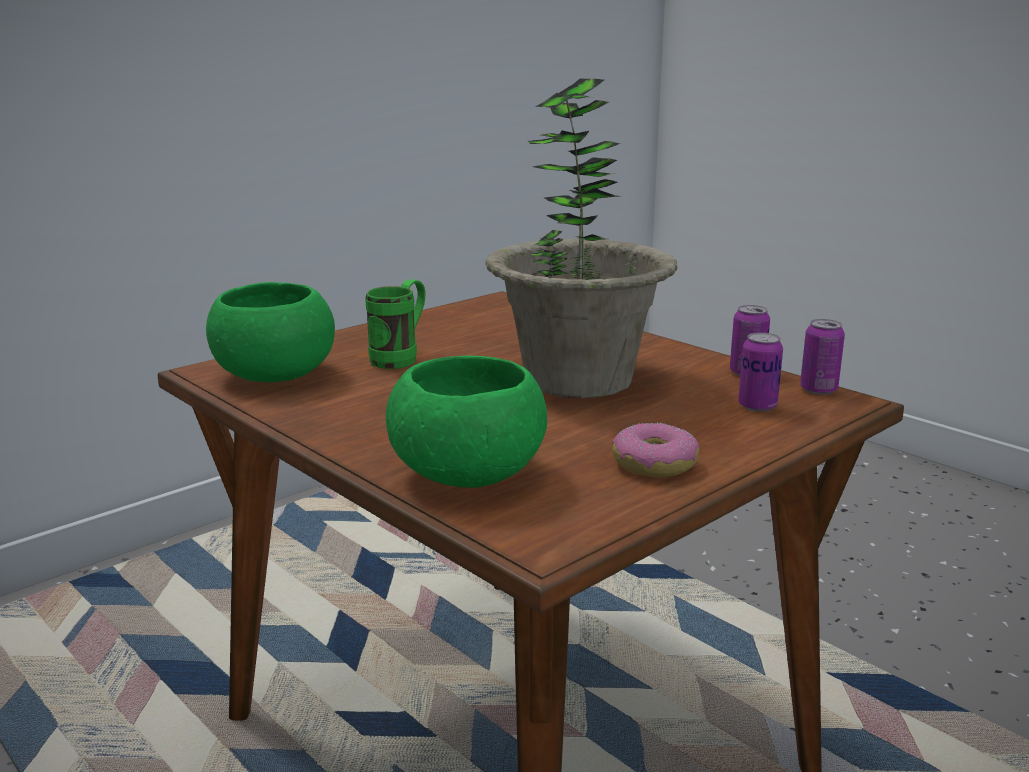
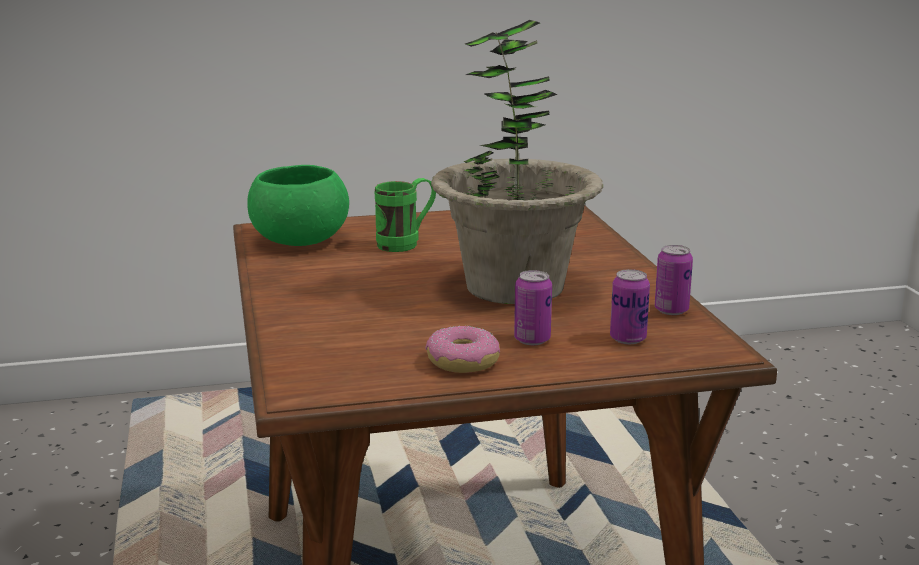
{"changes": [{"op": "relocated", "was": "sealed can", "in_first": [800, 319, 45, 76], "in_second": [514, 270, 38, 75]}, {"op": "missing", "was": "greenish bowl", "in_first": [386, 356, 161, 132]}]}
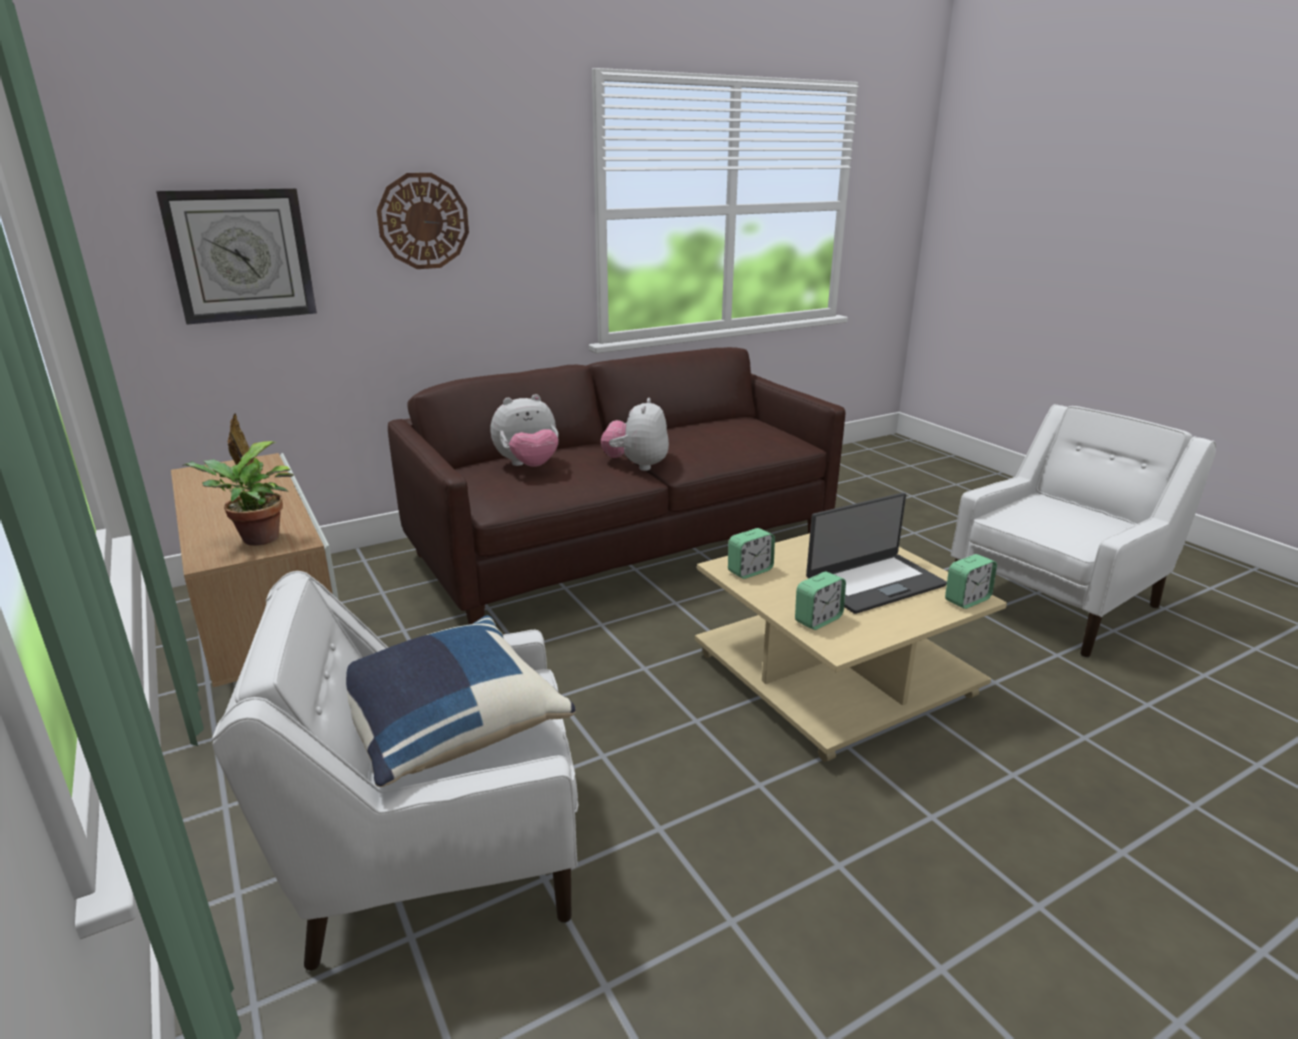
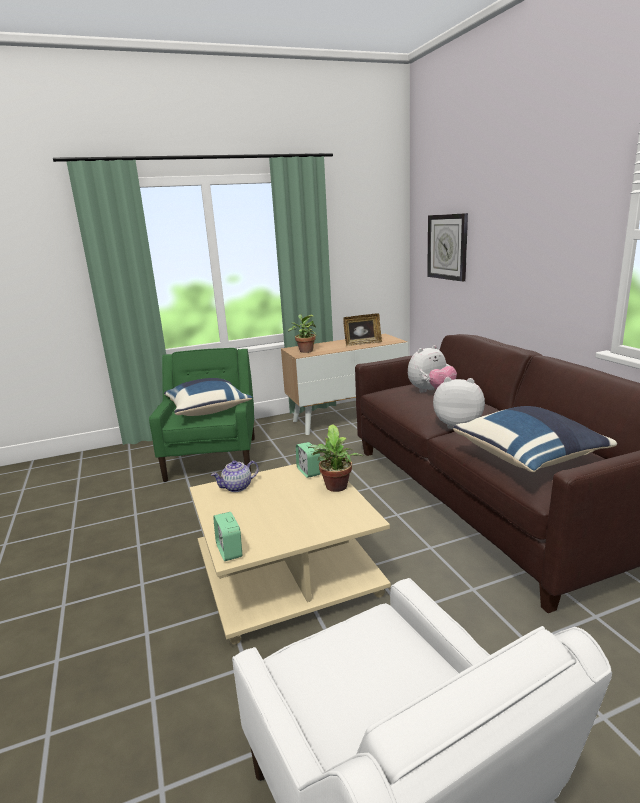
{"changes": [{"op": "missing", "was": "wall clock", "in_first": [377, 173, 92, 96]}, {"op": "spun", "was": "soft toy", "in_first": [491, 394, 68, 73], "in_second": [408, 345, 49, 47], "clockwise": -105}, {"op": "missing", "was": "notebook computer", "in_first": [806, 493, 141, 121]}, {"op": "colour", "was": "white-coloured lounge chair", "now": "greenish lounge chair", "in_first": [211, 571, 367, 400], "in_second": [149, 348, 106, 134]}, {"op": "exchanged", "was": "alarm clock", "now": "tea pot", "in_first": [795, 571, 51, 59], "in_second": [211, 460, 47, 32]}, {"op": "appeared", "now": "blue pillow", "in_second": [453, 406, 164, 66]}, {"op": "appeared", "now": "potted plant", "in_second": [308, 424, 55, 68]}]}
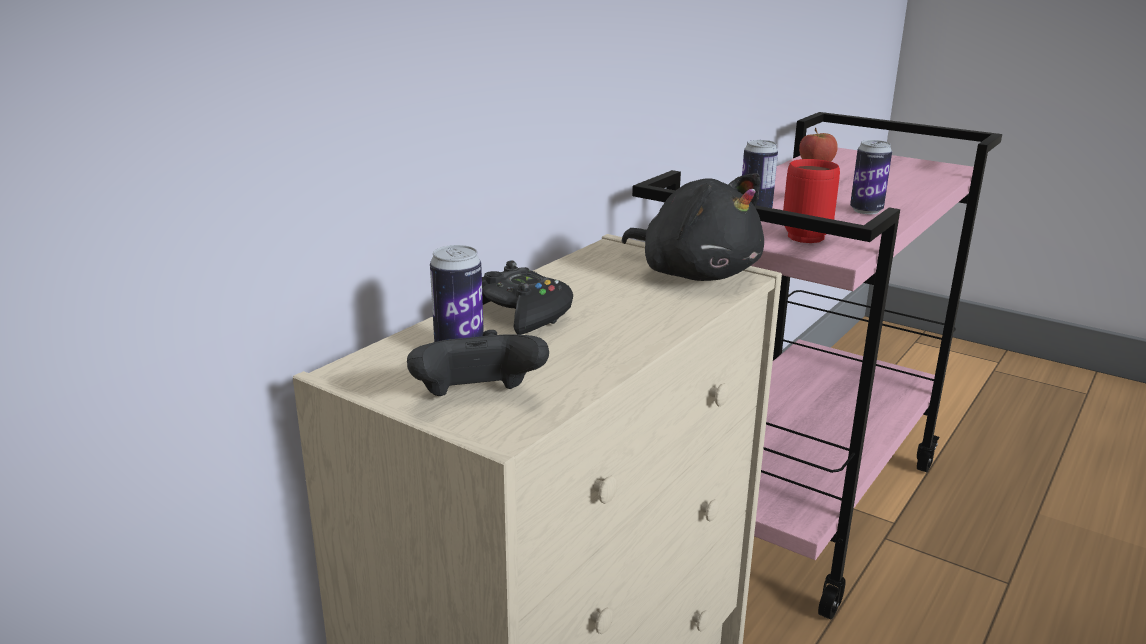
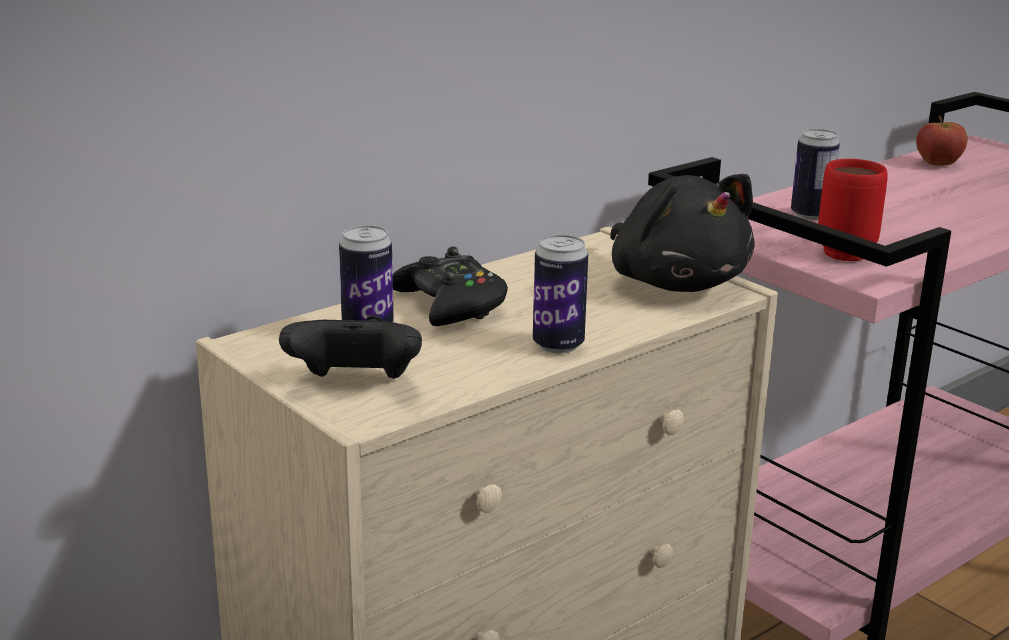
{"changes": [{"op": "relocated", "was": "sealed can", "in_first": [850, 140, 42, 74], "in_second": [533, 235, 55, 118]}]}
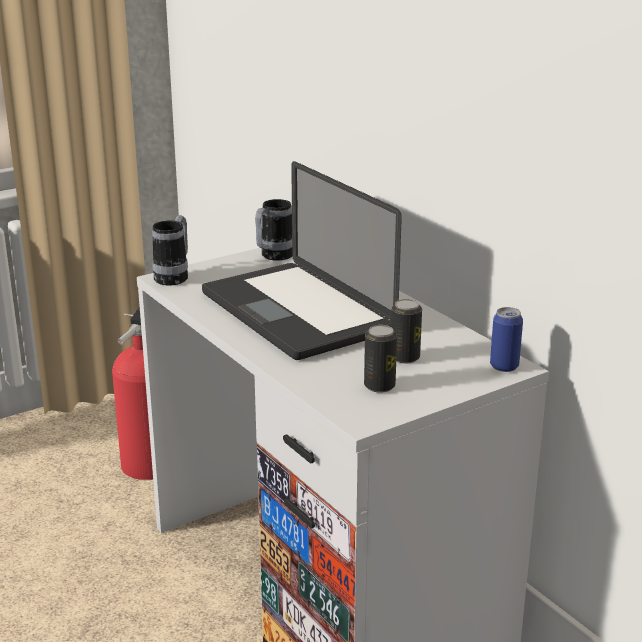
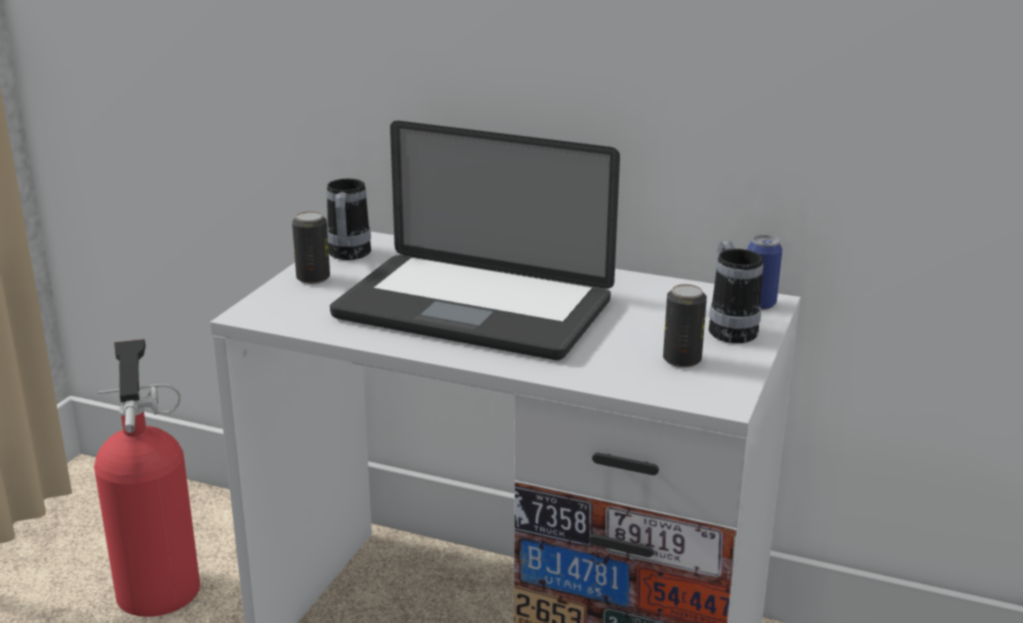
{"changes": [{"op": "relocated", "was": "tea mug", "in_first": [152, 215, 36, 70], "in_second": [709, 240, 54, 103]}, {"op": "relocated", "was": "sealed can", "in_first": [391, 299, 31, 64], "in_second": [292, 211, 38, 73]}]}
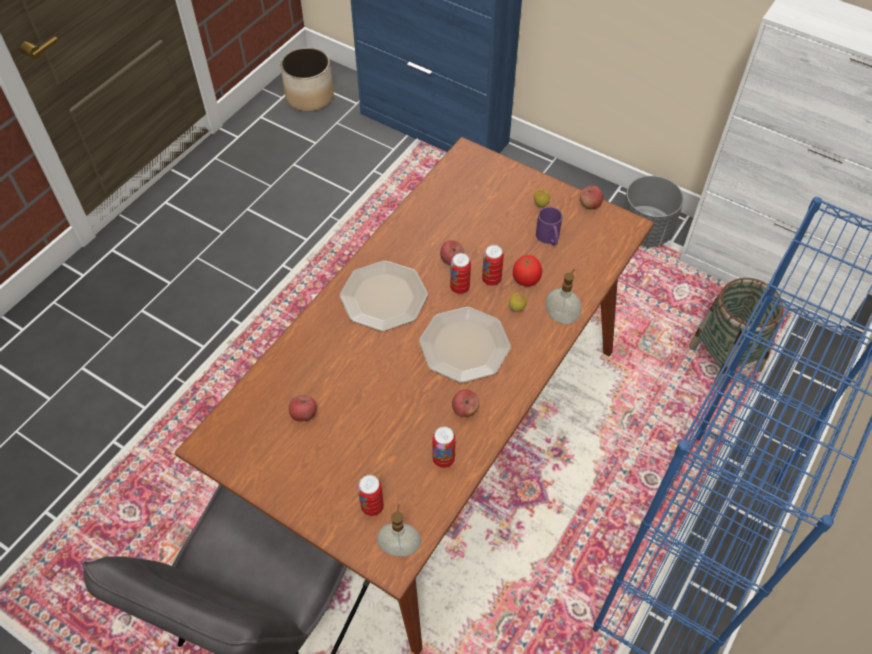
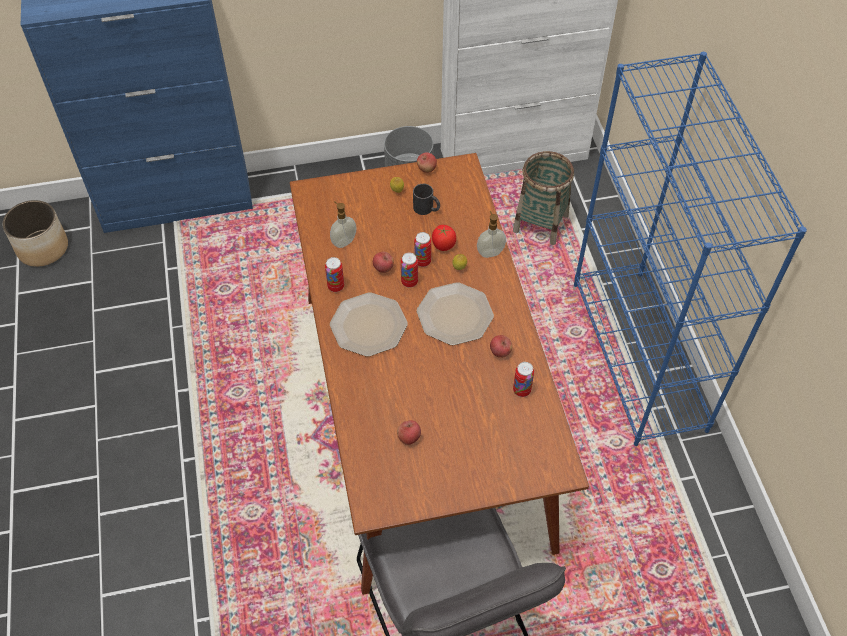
{"changes": [{"op": "colour", "was": "purple-coloured tea mug", "now": "black-coloured tea mug", "in_first": [536, 207, 26, 39], "in_second": [413, 184, 27, 31]}, {"op": "relocated", "was": "sealed can", "in_first": [358, 475, 26, 41], "in_second": [325, 257, 19, 35]}, {"op": "relocated", "was": "soap bottle", "in_first": [377, 504, 44, 53], "in_second": [330, 201, 27, 47]}]}
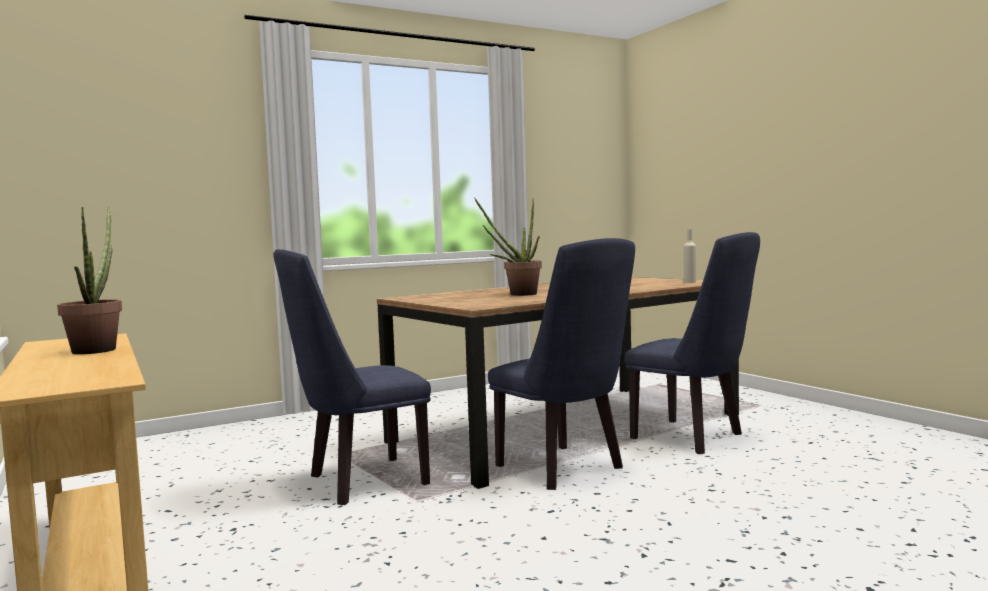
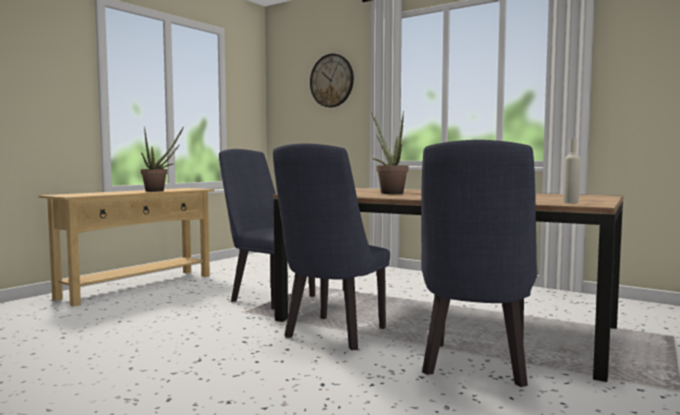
{"changes": [{"op": "appeared", "now": "wall clock", "in_second": [310, 54, 44, 53]}]}
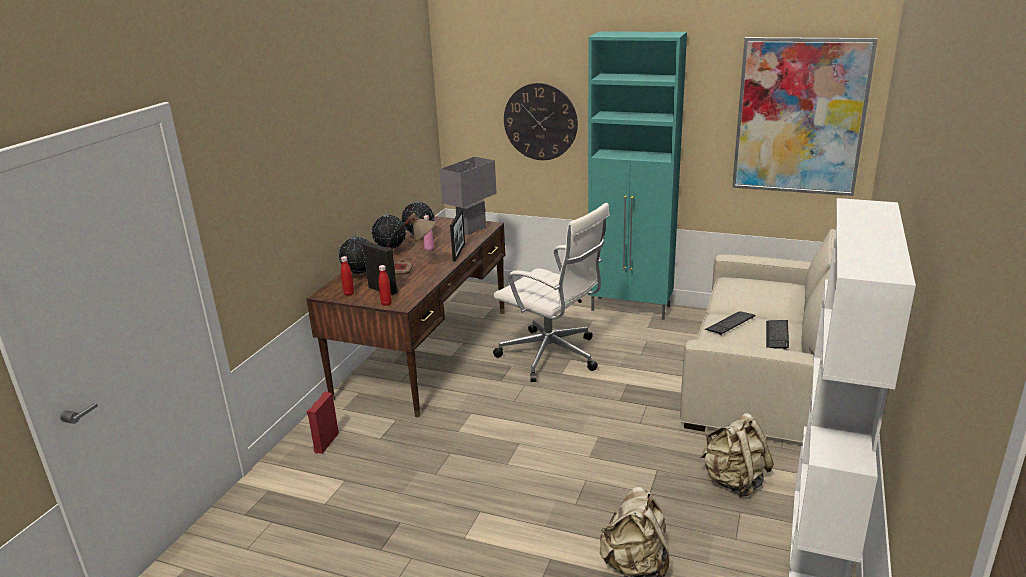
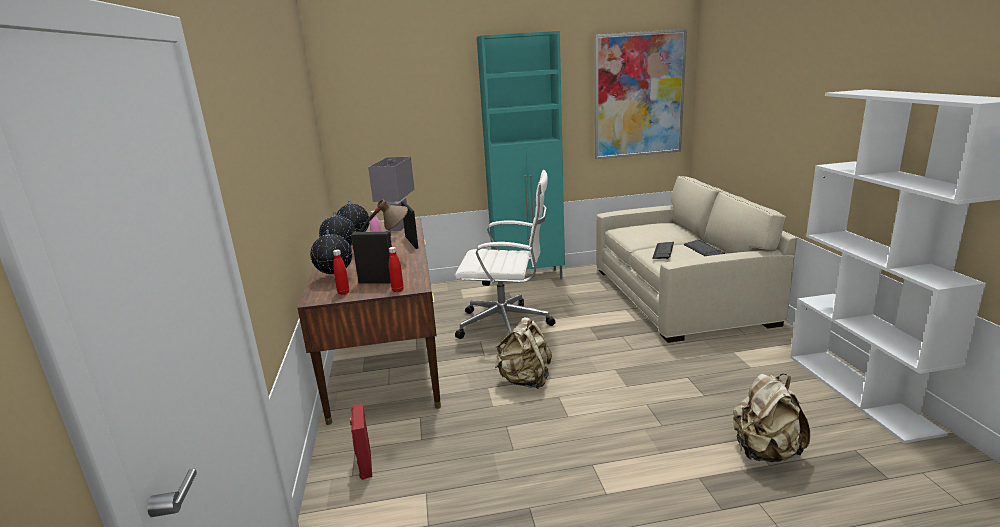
{"changes": [{"op": "missing", "was": "wall clock", "in_first": [504, 83, 74, 77]}, {"op": "relocated", "was": "sand-coloured backpack", "in_first": [699, 413, 75, 84], "in_second": [495, 317, 57, 72]}]}
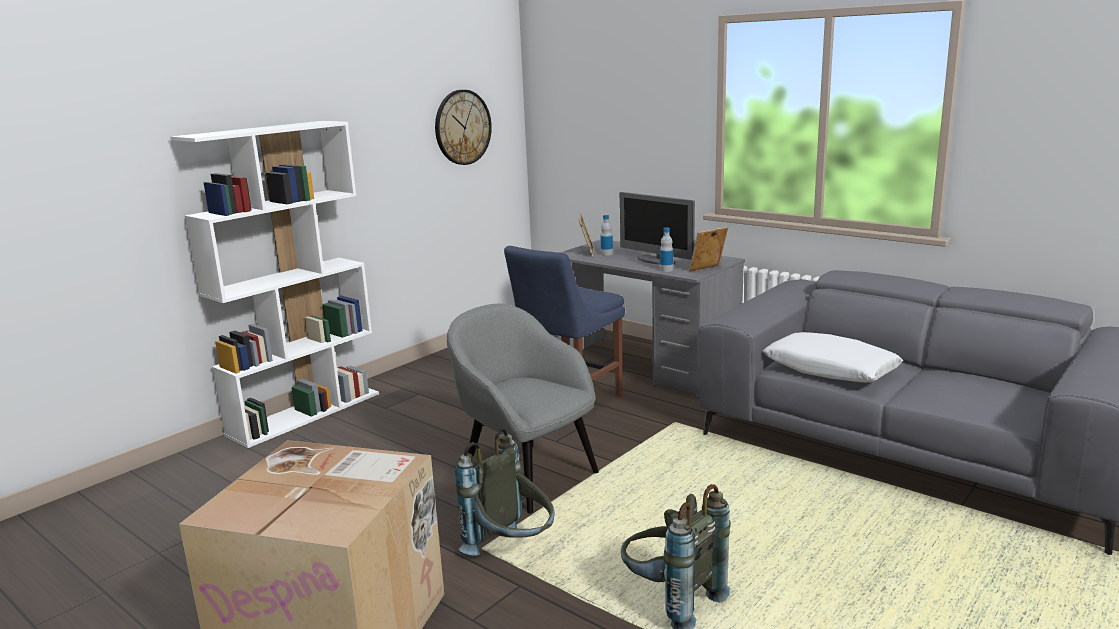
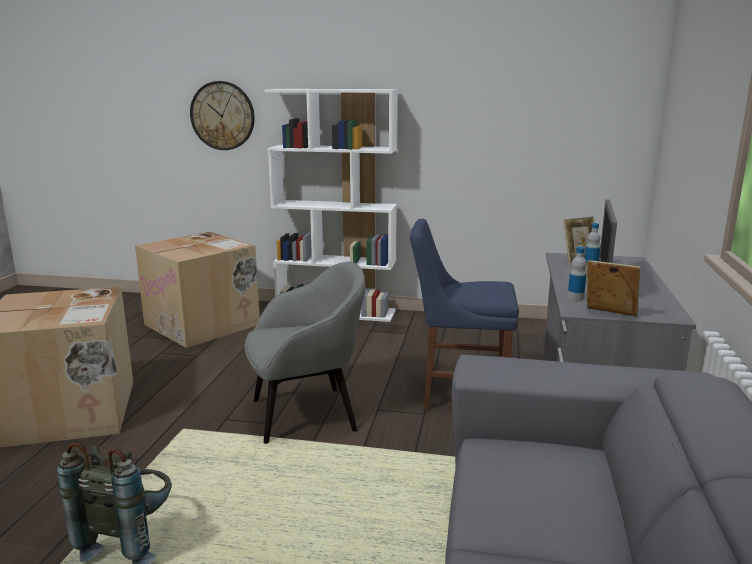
{"changes": [{"op": "relocated", "was": "wall clock", "in_first": [435, 90, 57, 75], "in_second": [190, 81, 65, 69]}, {"op": "spun", "was": "gray lounge chair", "in_first": [447, 304, 152, 210], "in_second": [245, 261, 121, 183], "clockwise": 60}, {"op": "missing", "was": "white-coloured pillow", "in_first": [763, 332, 140, 50]}, {"op": "missing", "was": "gray backpack", "in_first": [455, 428, 99, 128]}, {"op": "appeared", "now": "carton", "in_second": [135, 232, 125, 116]}]}
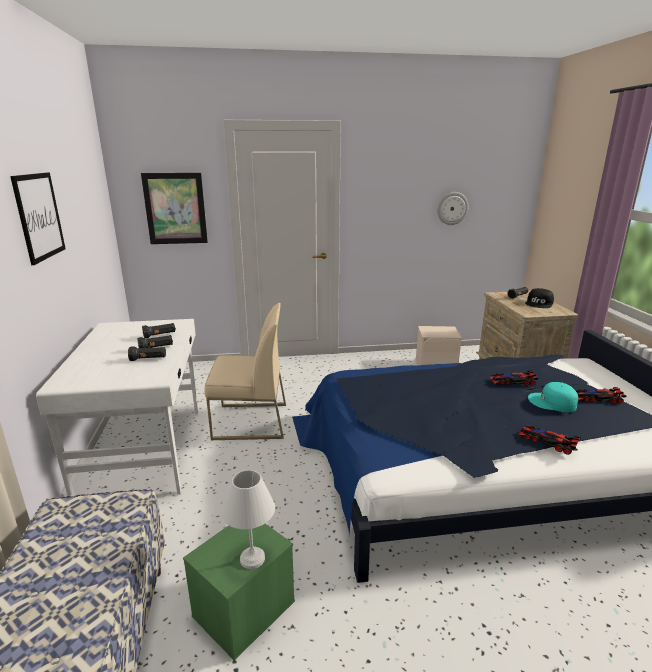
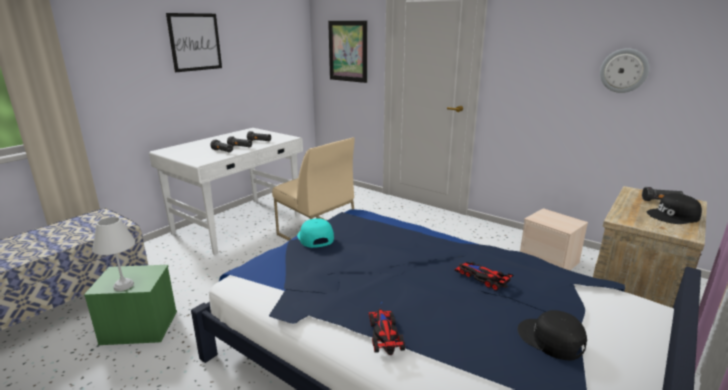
{"changes": [{"op": "relocated", "was": "turquoise cap", "in_first": [528, 382, 50, 30], "in_second": [297, 218, 37, 30]}, {"op": "exchanged", "was": "miniature car", "now": "black-coloured cap", "in_first": [576, 387, 51, 17], "in_second": [518, 310, 69, 51]}]}
